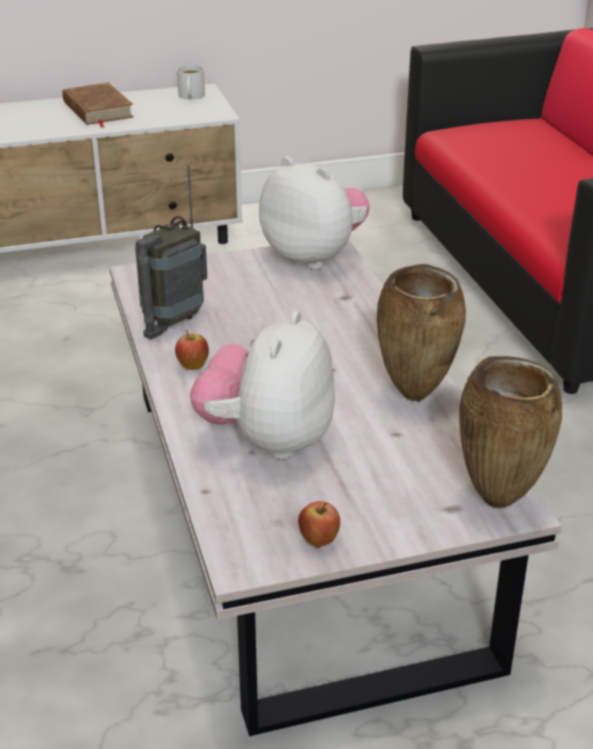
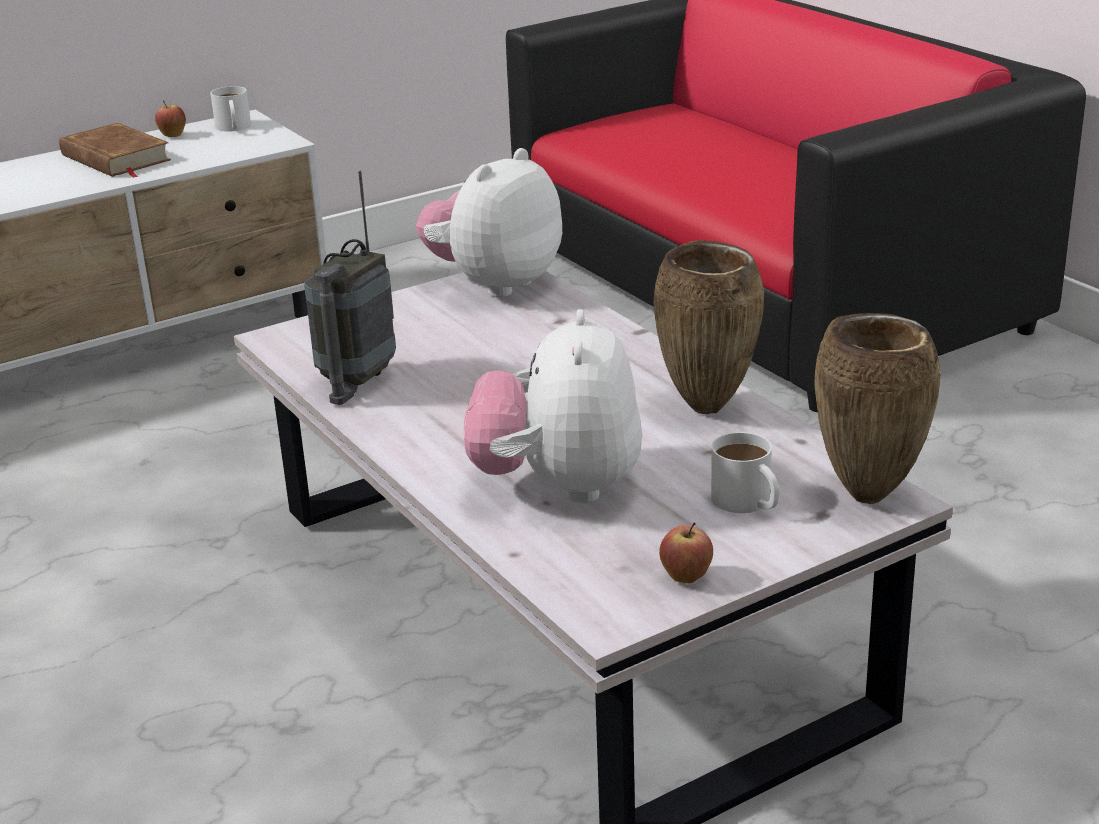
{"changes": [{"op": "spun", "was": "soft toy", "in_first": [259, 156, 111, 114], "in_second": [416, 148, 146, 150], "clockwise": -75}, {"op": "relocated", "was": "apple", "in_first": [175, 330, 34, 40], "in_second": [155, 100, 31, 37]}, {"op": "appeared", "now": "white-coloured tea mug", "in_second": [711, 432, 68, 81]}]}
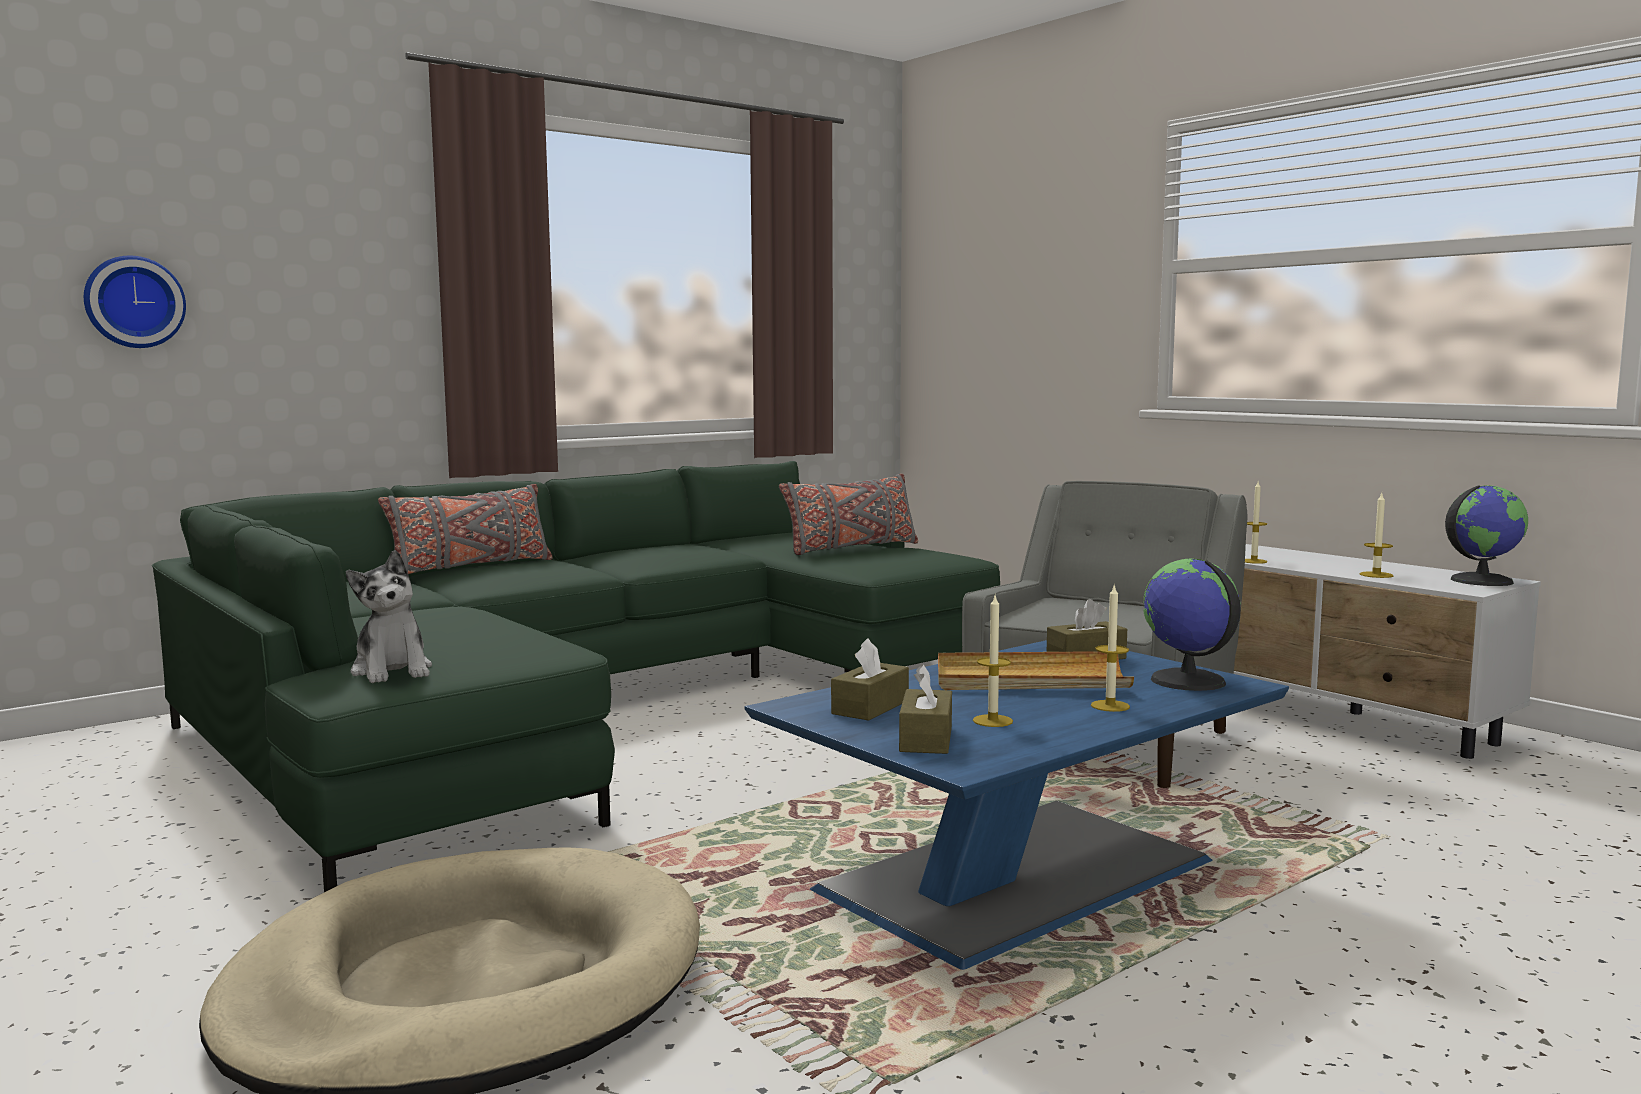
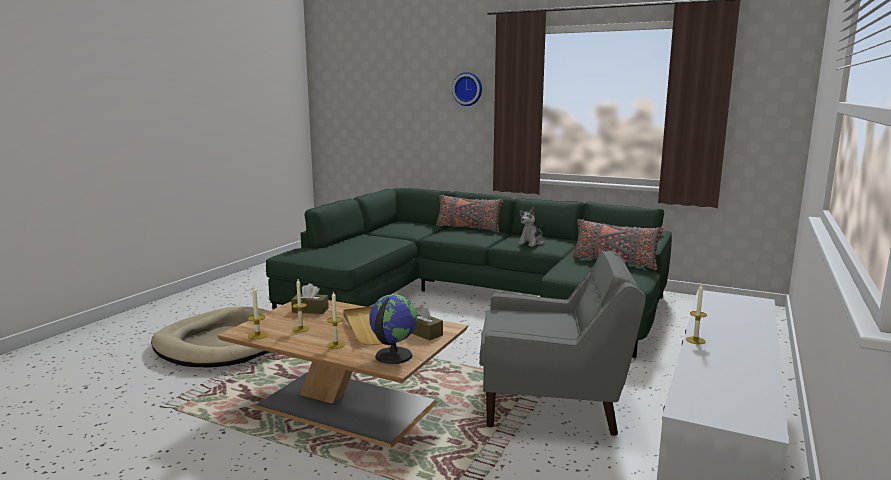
{"changes": [{"op": "relocated", "was": "wall clock", "in_first": [84, 256, 102, 92], "in_second": [452, 72, 30, 34]}, {"op": "missing", "was": "globe", "in_first": [1445, 485, 83, 101]}, {"op": "relocated", "was": "wax candle", "in_first": [1360, 493, 33, 85], "in_second": [248, 286, 20, 54]}, {"op": "relocated", "was": "soft toy", "in_first": [346, 550, 86, 133], "in_second": [518, 207, 26, 40]}, {"op": "colour", "was": "blue low table", "now": "brownish low table", "in_first": [745, 640, 544, 330], "in_second": [217, 300, 251, 148]}, {"op": "missing", "was": "brownish box of tissues", "in_first": [899, 664, 53, 90]}]}
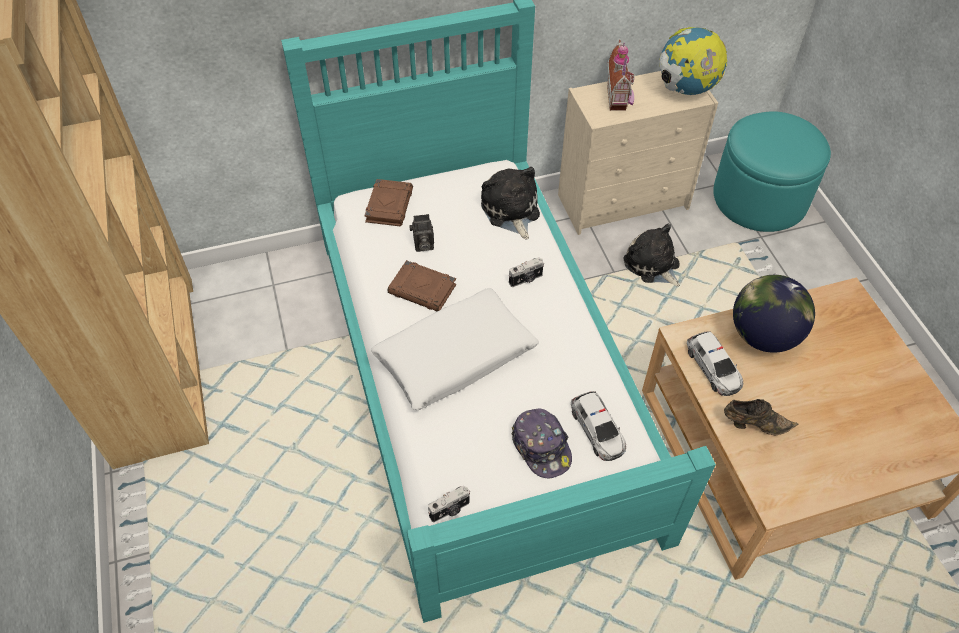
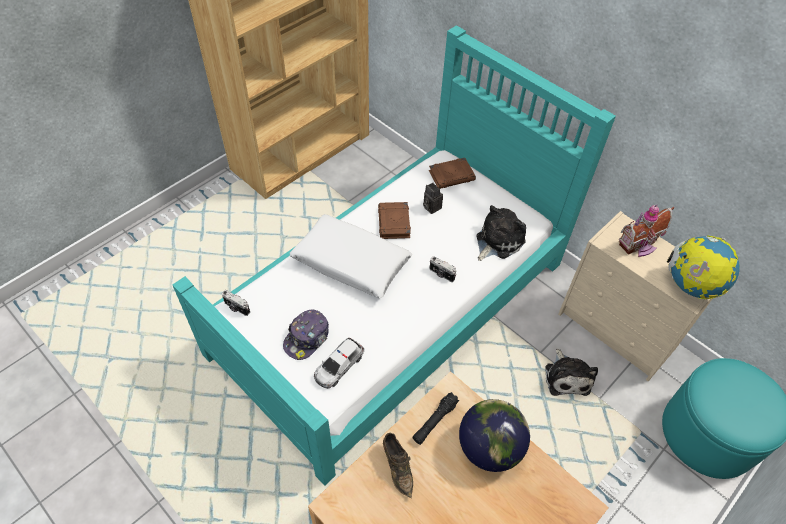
{"changes": [{"op": "spun", "was": "soft toy", "in_first": [623, 224, 57, 63], "in_second": [545, 348, 53, 48], "clockwise": 150}, {"op": "exchanged", "was": "miniature car", "now": "black-coloured hand torch", "in_first": [687, 331, 56, 65], "in_second": [412, 392, 47, 53]}]}
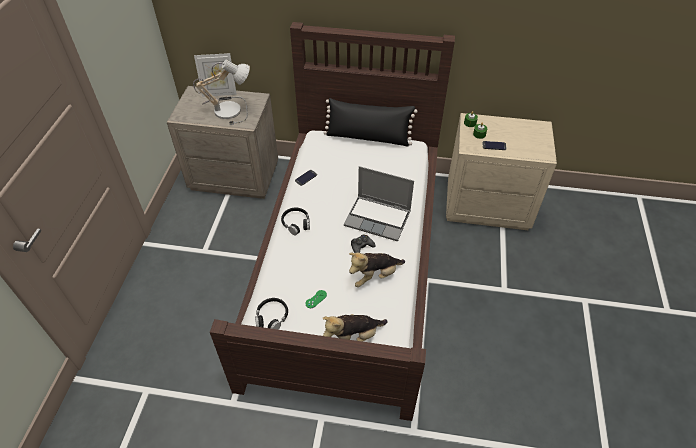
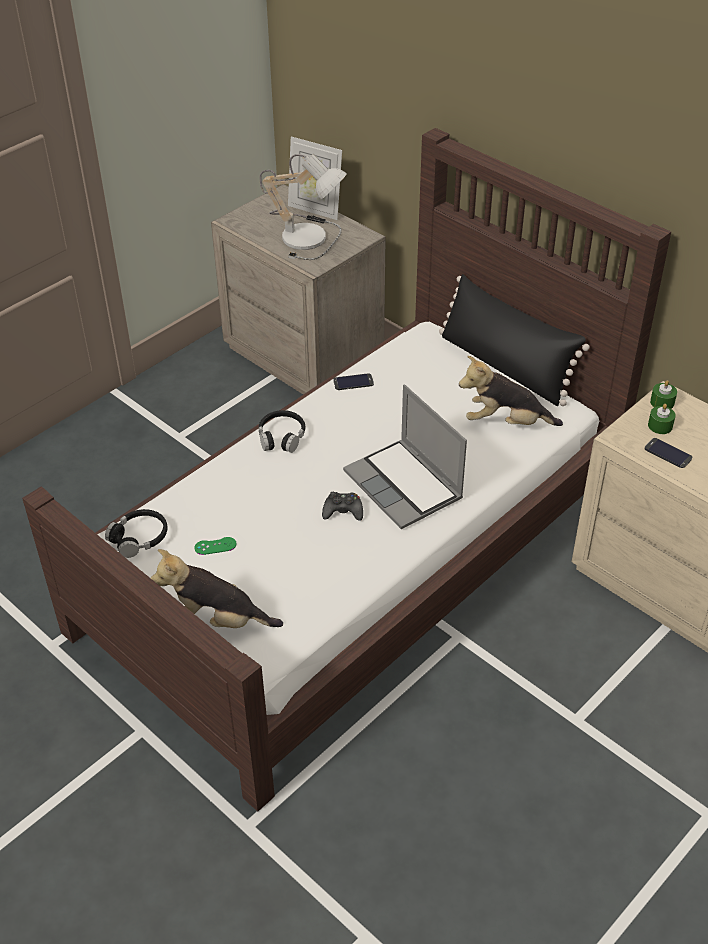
{"changes": [{"op": "relocated", "was": "soft toy", "in_first": [349, 252, 56, 35], "in_second": [459, 356, 104, 70]}]}
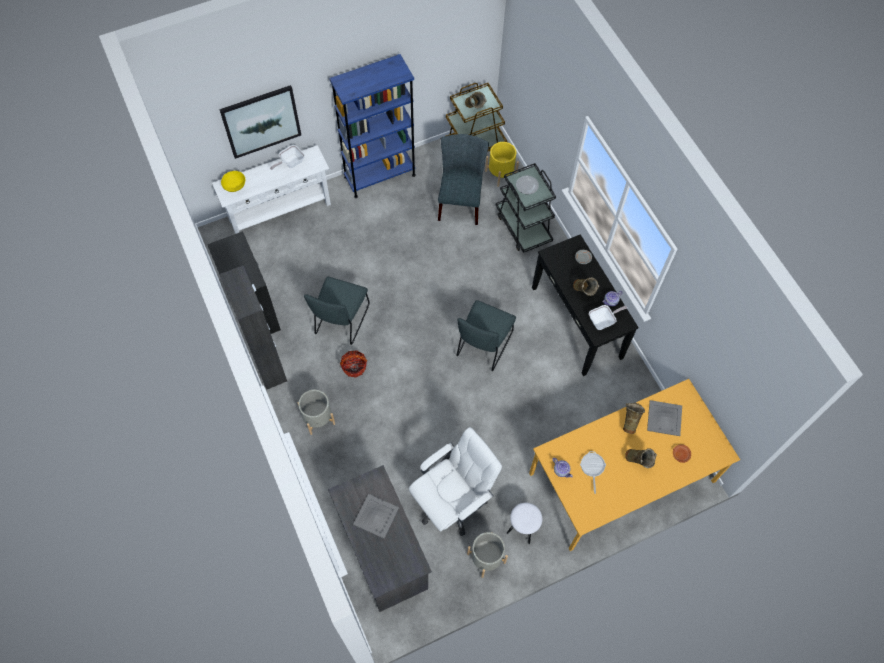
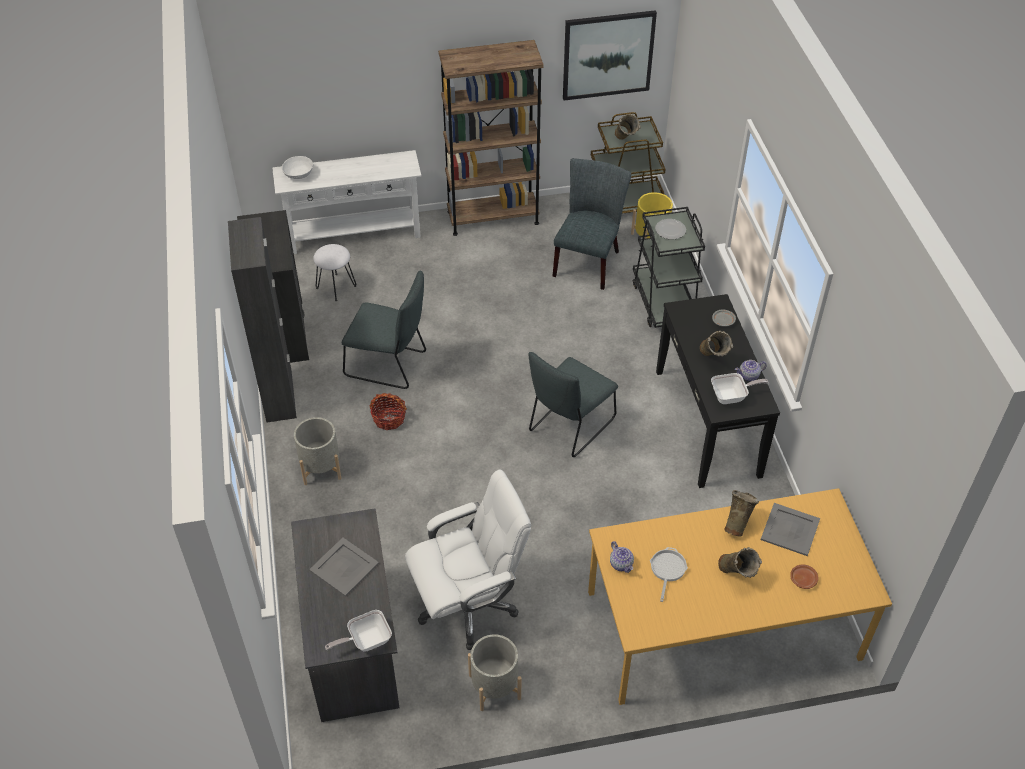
{"changes": [{"op": "colour", "was": "blue shelving unit", "now": "brownish shelving unit", "in_first": [329, 54, 87, 144], "in_second": [438, 40, 106, 196]}, {"op": "relocated", "was": "wall picture", "in_first": [219, 85, 82, 74], "in_second": [563, 10, 94, 91]}, {"op": "relocated", "was": "frying pan", "in_first": [270, 145, 35, 25], "in_second": [325, 610, 67, 42]}, {"op": "colour", "was": "yellow-coloured bowl", "now": "white-coloured bowl", "in_first": [221, 171, 24, 21], "in_second": [282, 156, 31, 23]}, {"op": "spun", "was": "gray chair", "in_first": [304, 277, 66, 68], "in_second": [342, 270, 84, 119], "clockwise": -105}, {"op": "relocated", "was": "white-coloured sitting stool", "in_first": [507, 503, 35, 41], "in_second": [313, 244, 43, 57]}]}
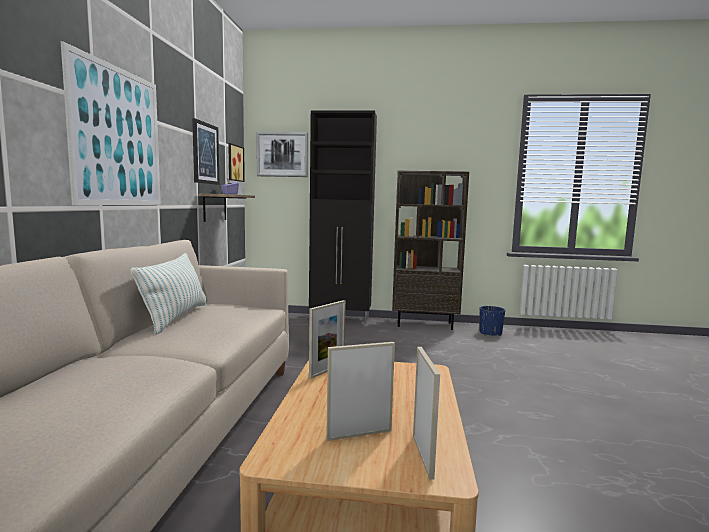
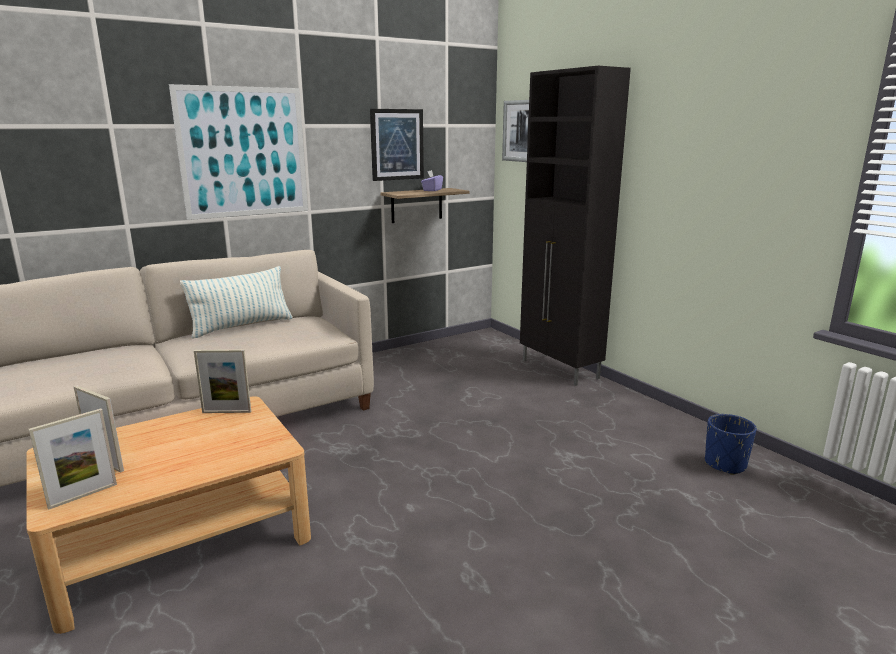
{"changes": [{"op": "missing", "was": "wall picture", "in_first": [228, 143, 17, 39]}, {"op": "missing", "was": "brownish shelving unit", "in_first": [392, 170, 77, 160]}]}
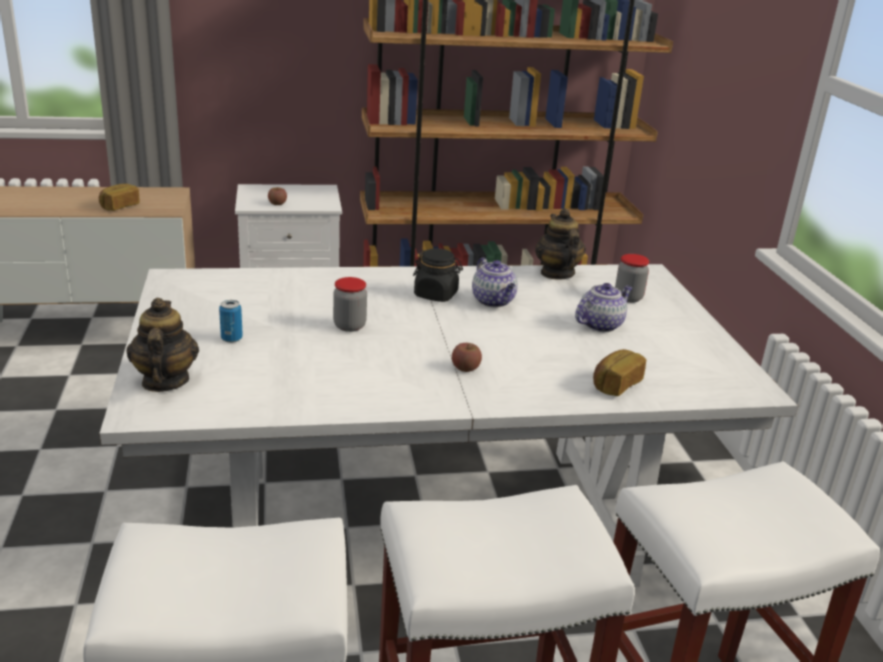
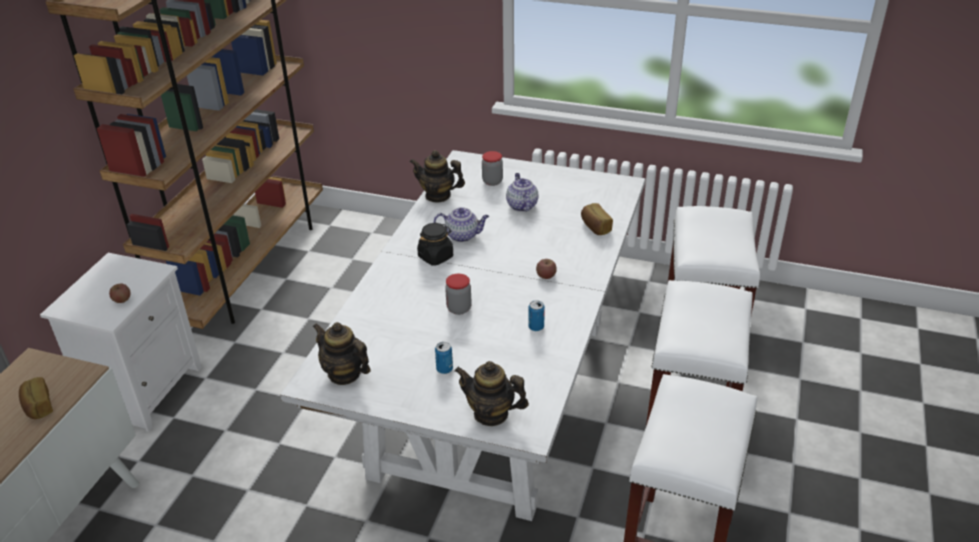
{"changes": [{"op": "appeared", "now": "sealed can", "in_second": [528, 300, 17, 31]}, {"op": "appeared", "now": "tea pot", "in_second": [312, 322, 59, 63]}]}
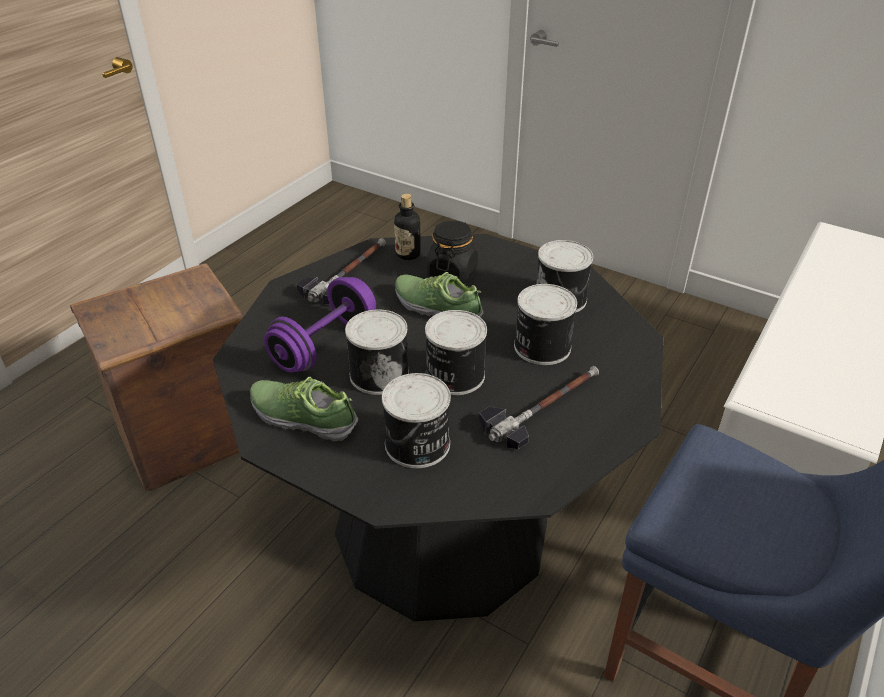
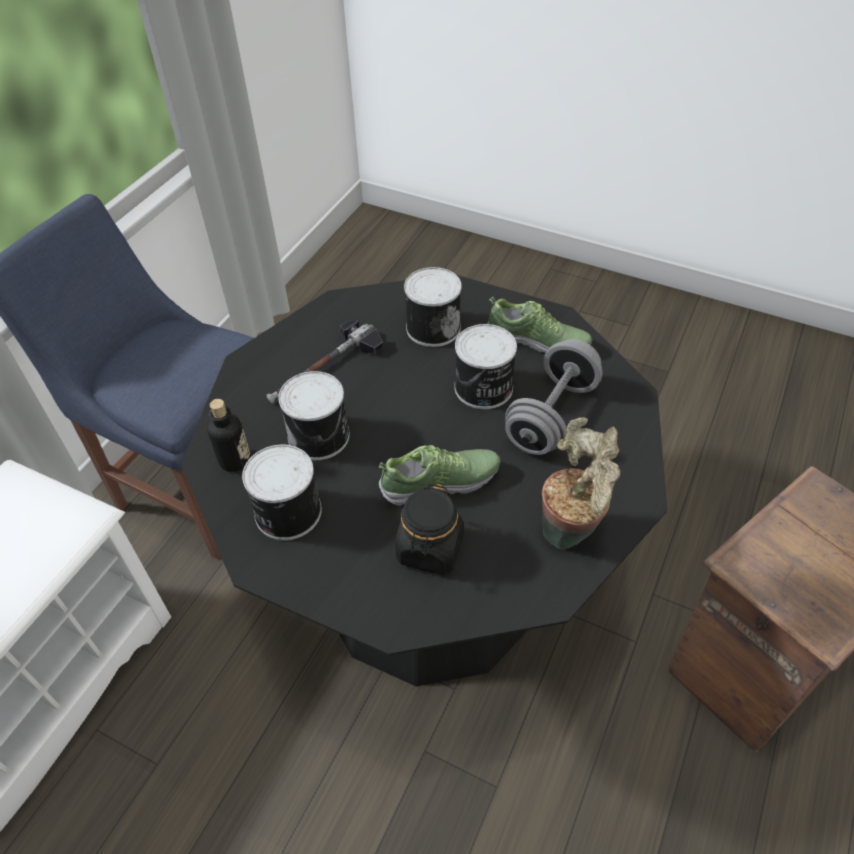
{"changes": [{"op": "relocated", "was": "beverage bottle", "in_first": [394, 194, 27, 66], "in_second": [207, 399, 44, 73]}, {"op": "exchanged", "was": "tool hammer", "now": "potted plant", "in_first": [296, 238, 90, 67], "in_second": [542, 417, 78, 132]}, {"op": "spun", "was": "item of footwear", "in_first": [395, 272, 89, 45], "in_second": [378, 445, 122, 61], "clockwise": -45}, {"op": "colour", "was": "purple-coloured dumbbell", "now": "gray dumbbell", "in_first": [264, 277, 112, 96], "in_second": [505, 339, 98, 116]}, {"op": "missing", "was": "sealed can", "in_first": [425, 310, 62, 85]}]}
